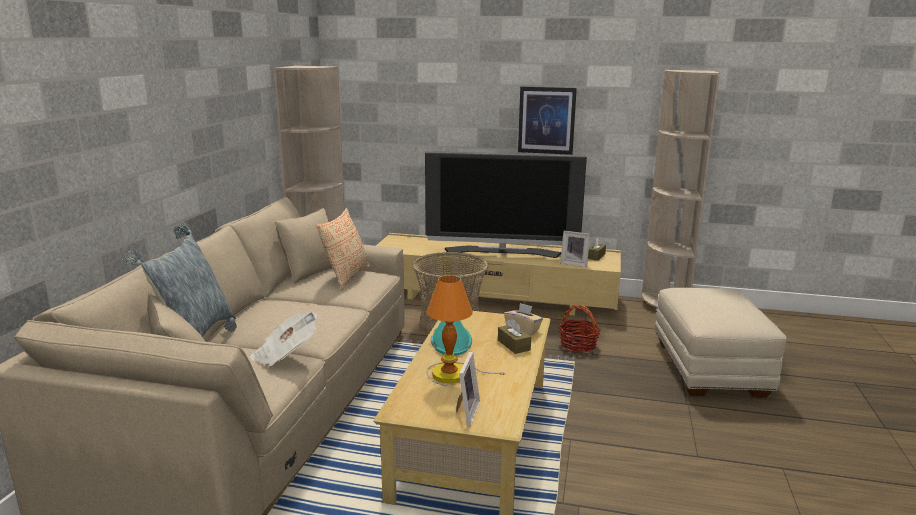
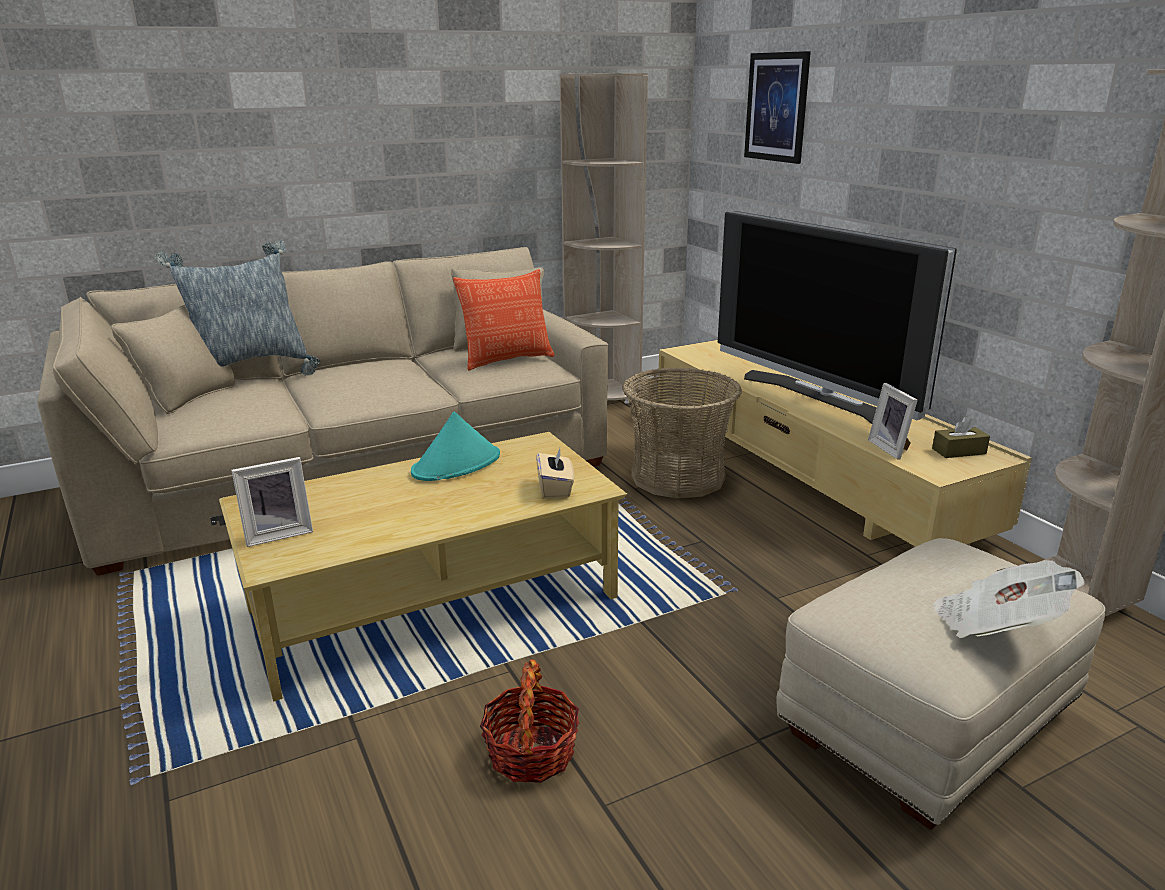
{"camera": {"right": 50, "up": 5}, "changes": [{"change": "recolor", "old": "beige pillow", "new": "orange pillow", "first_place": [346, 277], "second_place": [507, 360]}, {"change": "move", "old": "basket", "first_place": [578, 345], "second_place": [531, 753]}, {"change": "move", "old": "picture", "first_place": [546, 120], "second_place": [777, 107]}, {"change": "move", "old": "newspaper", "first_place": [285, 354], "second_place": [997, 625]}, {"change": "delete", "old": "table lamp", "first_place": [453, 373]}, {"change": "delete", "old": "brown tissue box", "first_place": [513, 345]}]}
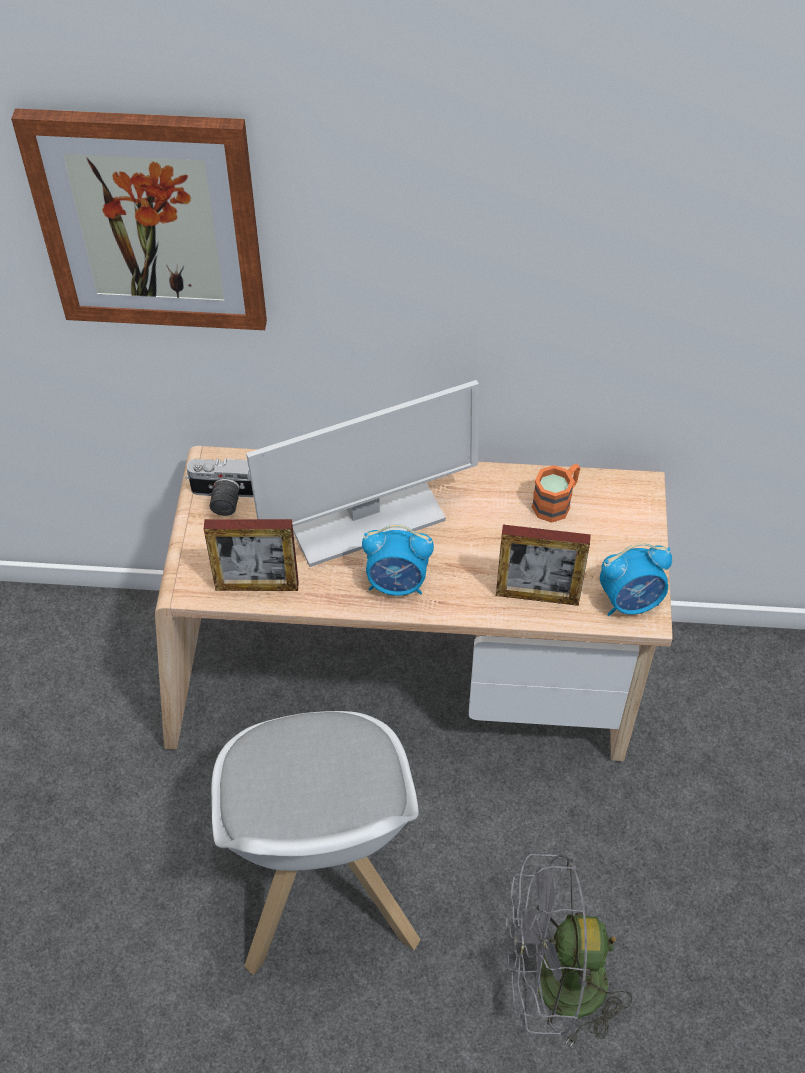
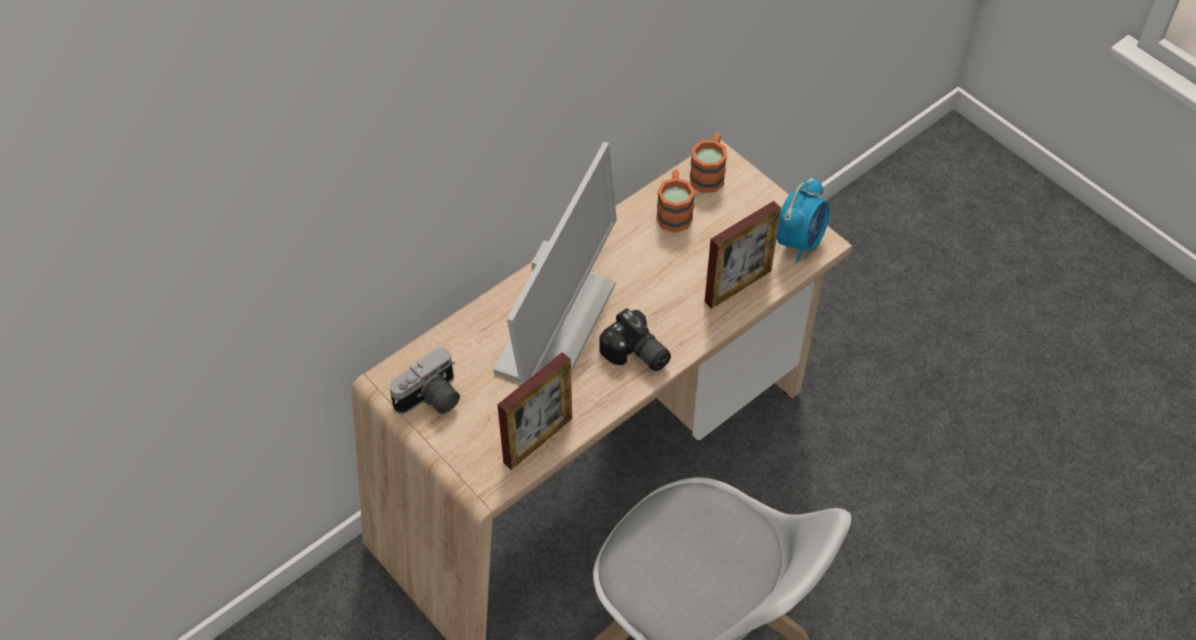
{"camera": {"right": -45, "up": 0}, "changes": [{"change": "replace", "old": "alarm clock", "new": "photo camera", "first_place": [397, 583], "second_place": [635, 355]}, {"change": "insert", "new": "orange mug", "second_place": [709, 174]}, {"change": "delete", "old": "picture", "first_place": [150, 221]}, {"change": "delete", "old": "grey fan", "first_place": [553, 986]}]}
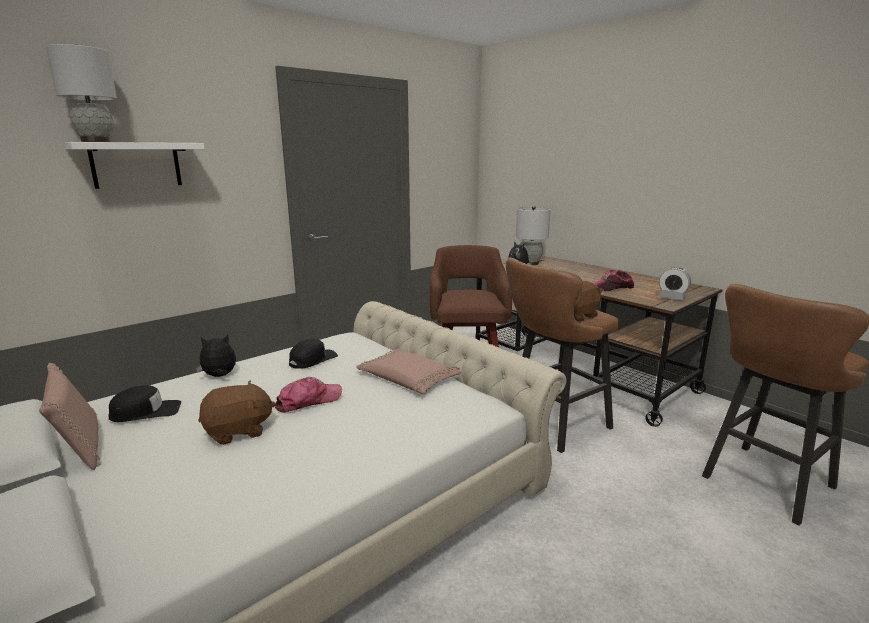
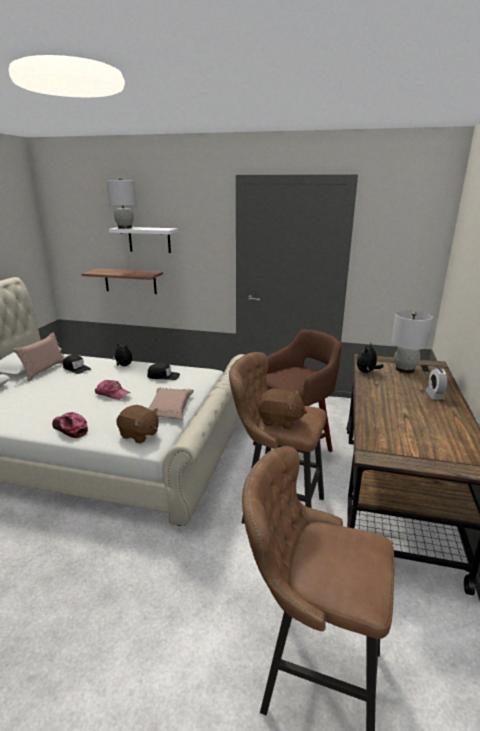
{"camera": {"right": 55, "up": 5}, "changes": [{"change": "move", "old": "cap", "first_place": [612, 287], "second_place": [70, 429]}, {"change": "insert", "new": "shelf", "second_place": [130, 281]}, {"change": "move", "old": "brown plush toy", "first_place": [238, 431], "second_place": [139, 435]}, {"change": "move", "old": "alarm clock", "first_place": [672, 298], "second_place": [435, 395]}]}
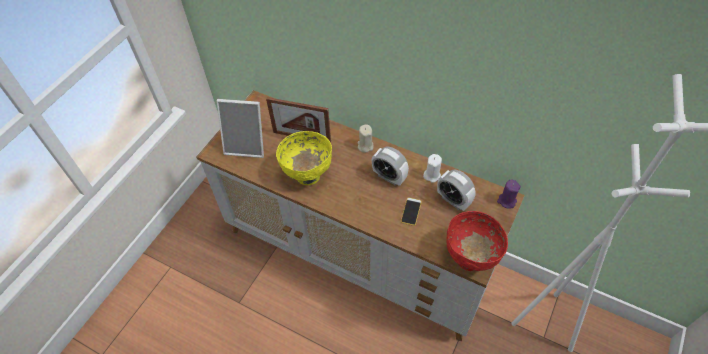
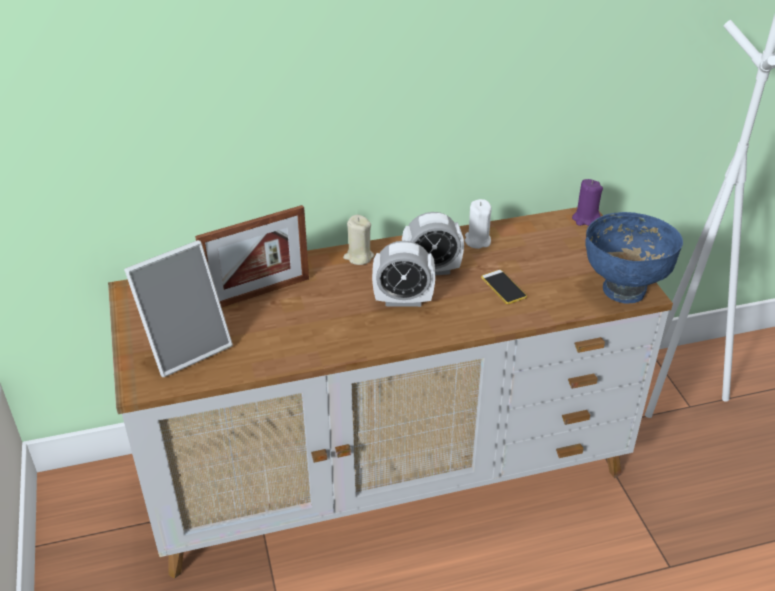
{"camera": {"right": -45, "up": -15}, "changes": [{"change": "move", "old": "alarm clock", "first_place": [453, 200], "second_place": [403, 300]}, {"change": "recolor", "old": "red bowl", "new": "blue bowl", "first_place": [470, 257], "second_place": [623, 289]}, {"change": "delete", "old": "yellow bowl", "first_place": [308, 174]}]}
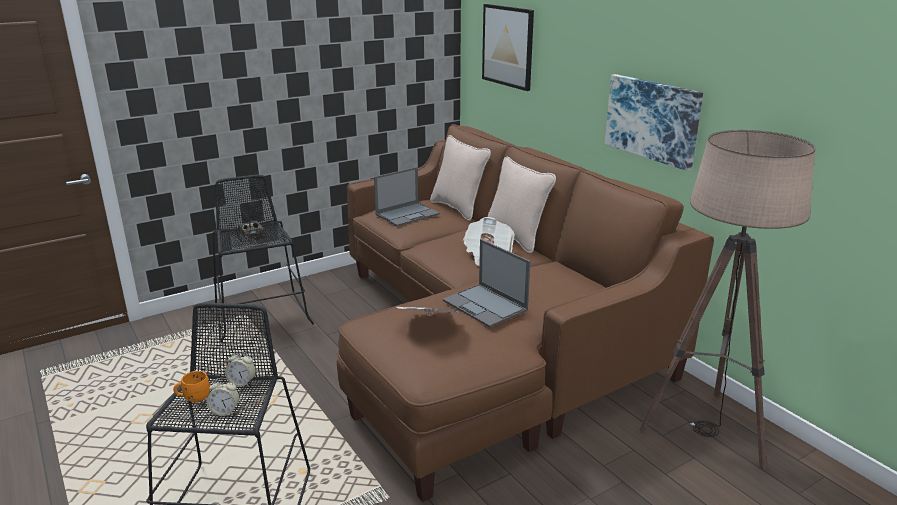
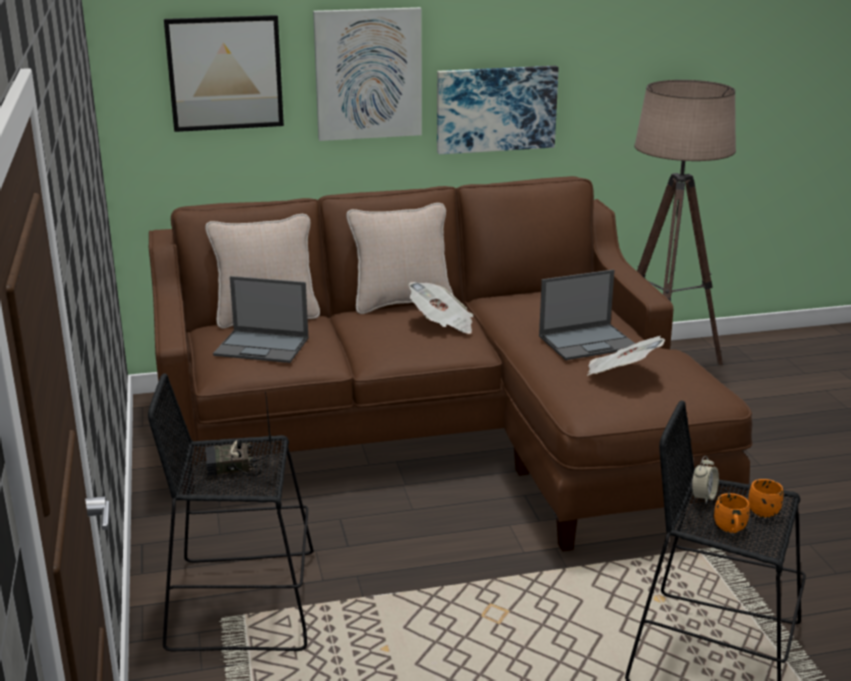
{"camera": {"right": -70, "up": 0}, "changes": [{"change": "rotate", "old": "laptop", "first_place": [408, 214], "second_place": [263, 347], "degrees": 120}, {"change": "insert", "new": "picture", "second_place": [368, 74]}, {"change": "replace", "old": "alarm clock", "new": "orange mug", "first_place": [225, 411], "second_place": [764, 509]}]}
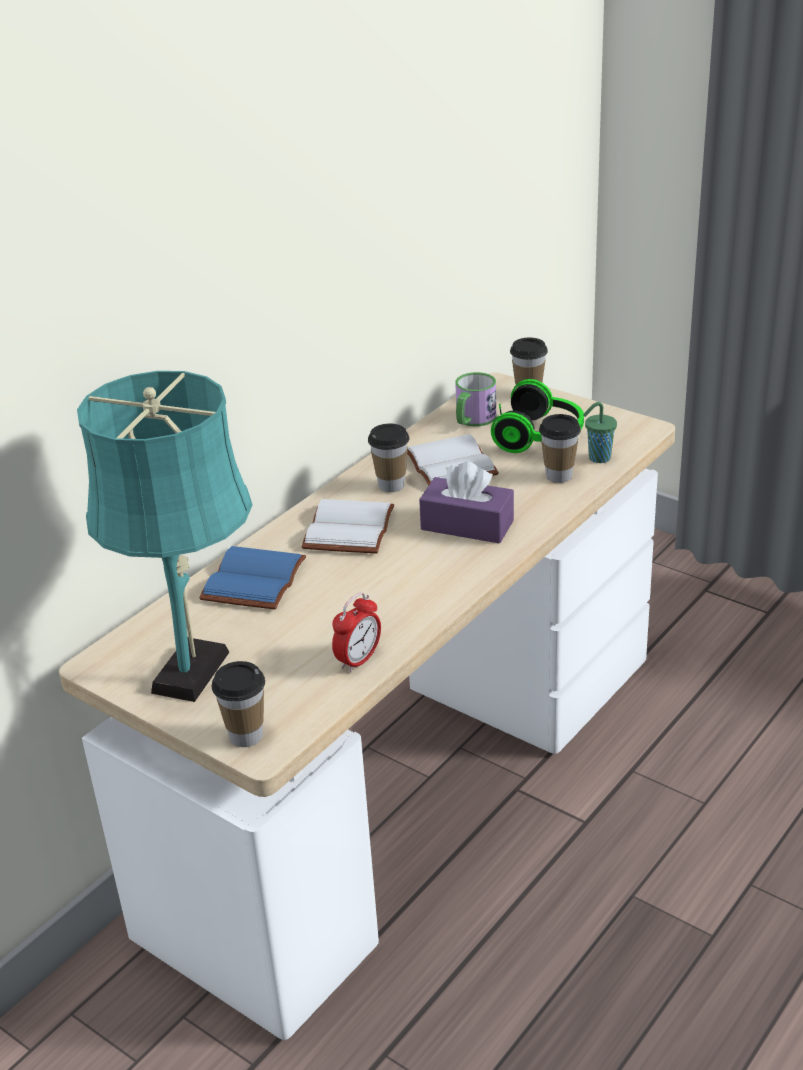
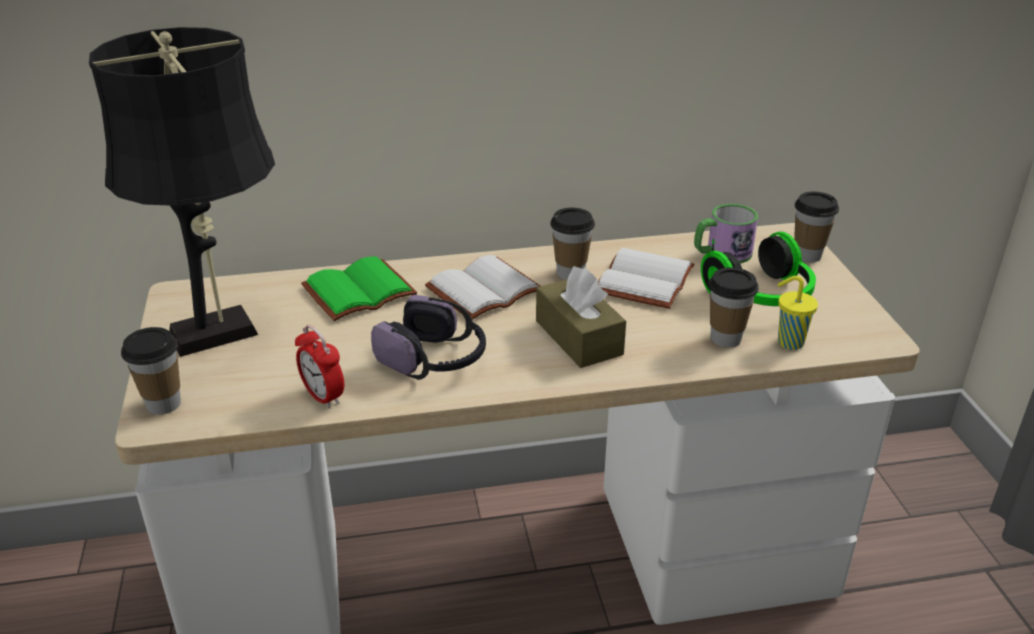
{"camera": {"right": 40, "up": 0}, "changes": [{"change": "recolor", "old": "turquoise table lamp", "new": "black table lamp", "first_place": [195, 666], "second_place": [222, 331]}, {"change": "rotate", "old": "alarm clock", "first_place": [358, 660], "second_place": [323, 397], "degrees": 60}, {"change": "recolor", "old": "blue book", "new": "green book", "first_place": [256, 582], "second_place": [359, 293]}, {"change": "insert", "new": "headphones", "second_place": [435, 360]}, {"change": "recolor", "old": "purple tissue box", "new": "brown tissue box", "first_place": [467, 525], "second_place": [578, 337]}, {"change": "recolor", "old": "green cup", "new": "yellow cup", "first_place": [598, 458], "second_place": [788, 342]}]}
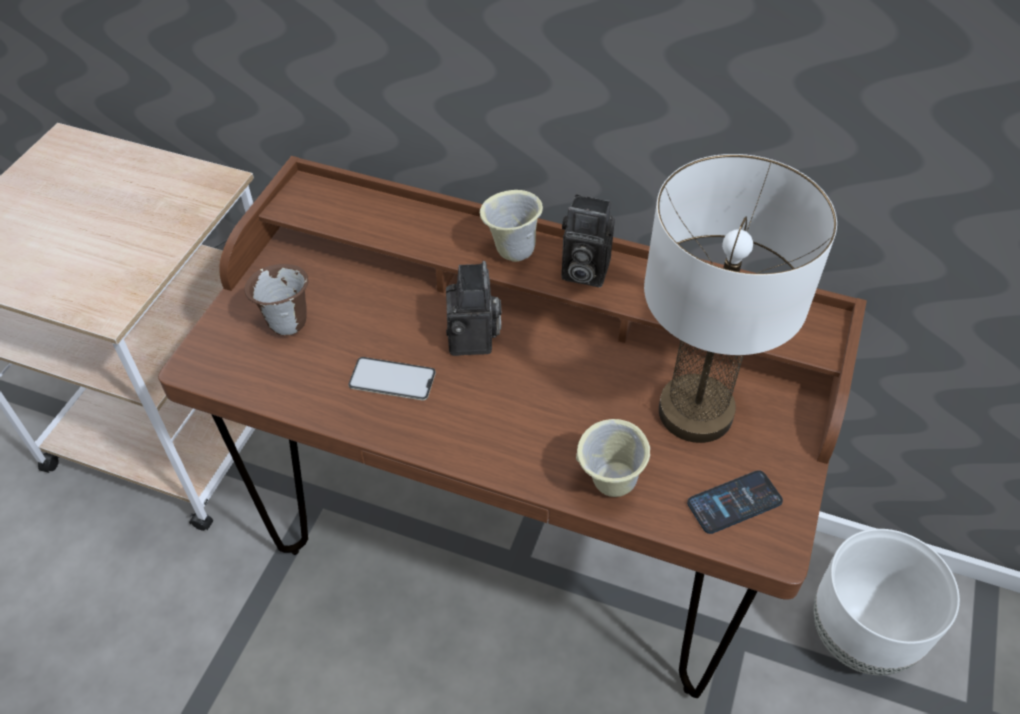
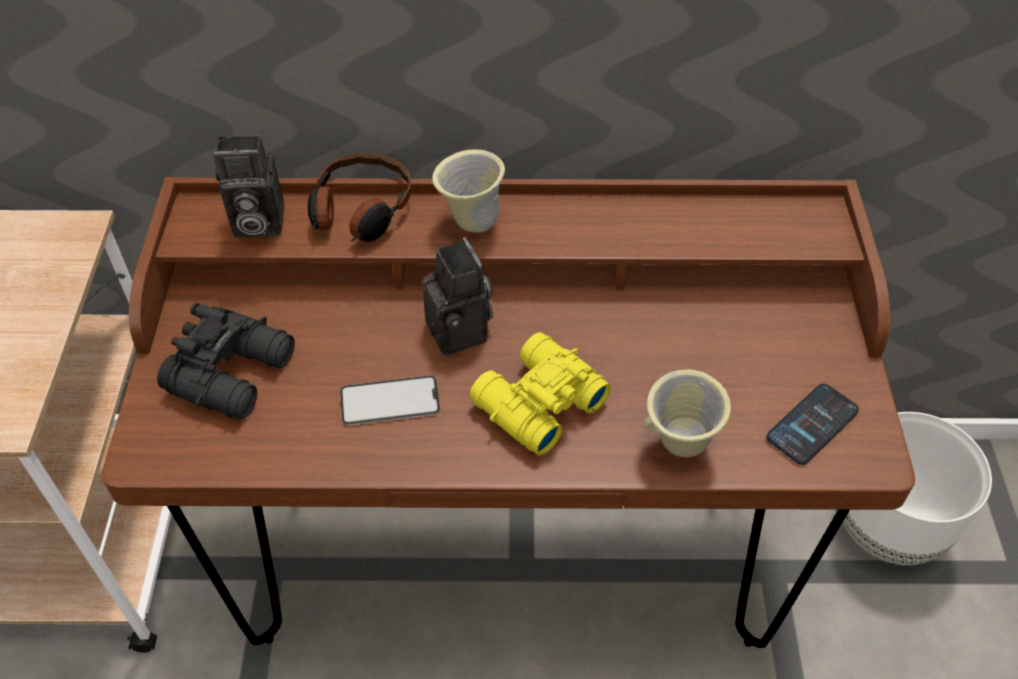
{"camera": {"right": -20, "up": 0}, "changes": [{"change": "replace", "old": "brown mug", "new": "black binoculars", "first_place": [286, 323], "second_place": [235, 372]}, {"change": "move", "old": "photo camera", "first_place": [582, 271], "second_place": [255, 223]}, {"change": "insert", "new": "headphones", "second_place": [360, 211]}, {"change": "insert", "new": "yellow binoculars", "second_place": [535, 403]}, {"change": "delete", "old": "table lamp", "first_place": [695, 411]}]}
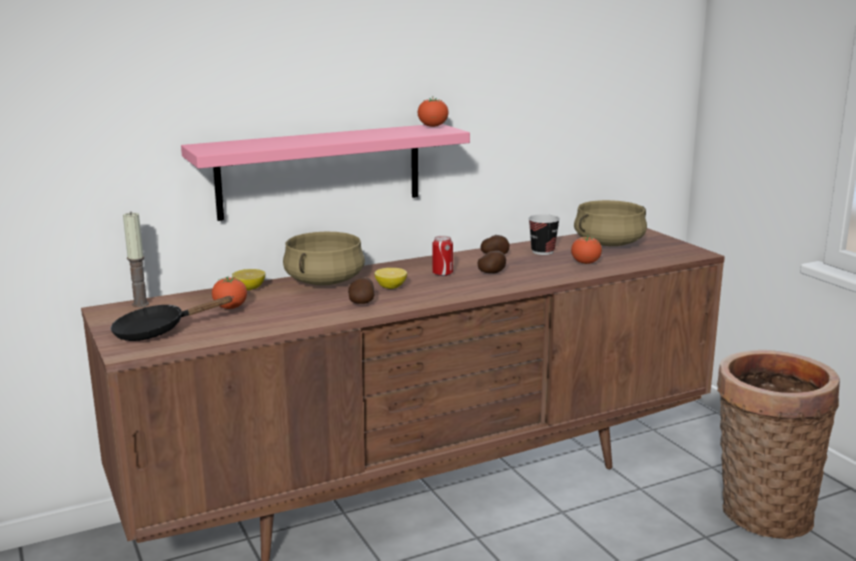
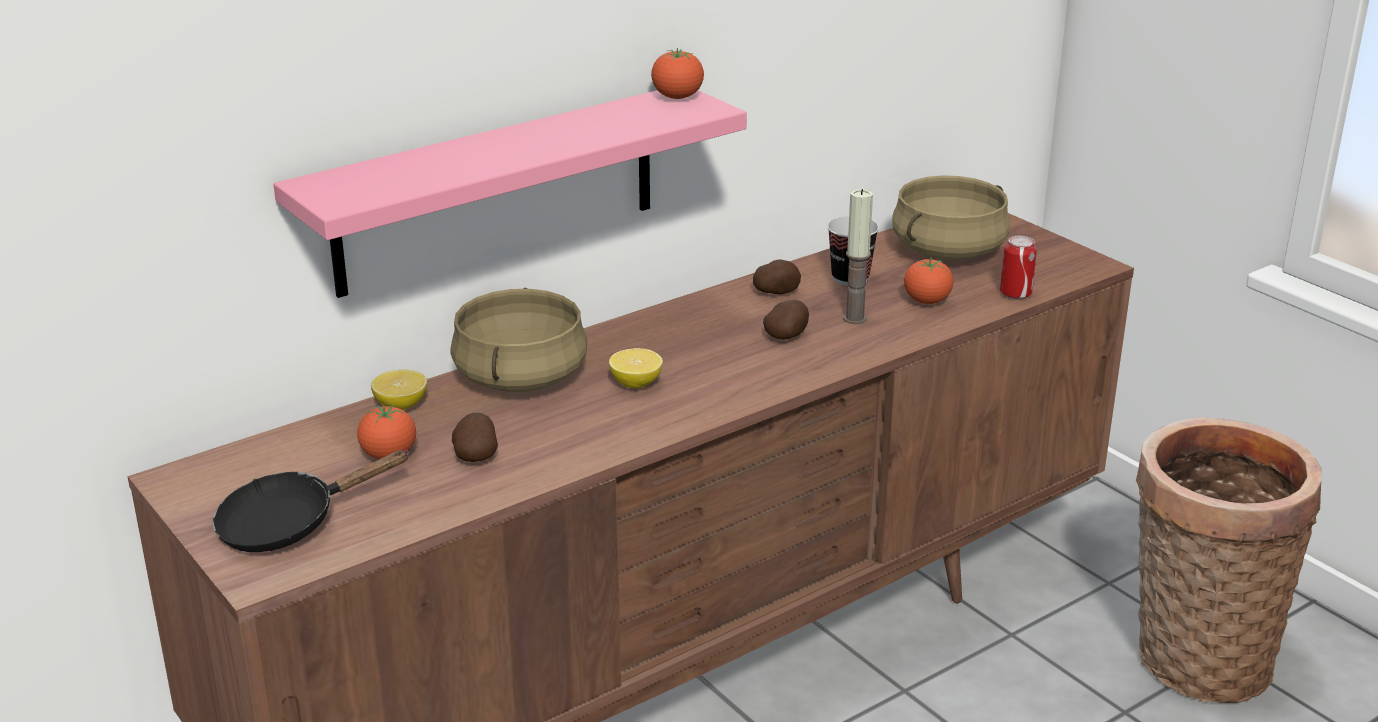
{"camera": {"right": -10, "up": 10}, "changes": [{"change": "move", "old": "potato", "first_place": [362, 302], "second_place": [476, 455]}, {"change": "move", "old": "candle", "first_place": [140, 304], "second_place": [854, 318]}, {"change": "move", "old": "can", "first_place": [442, 273], "second_place": [1015, 293]}]}
